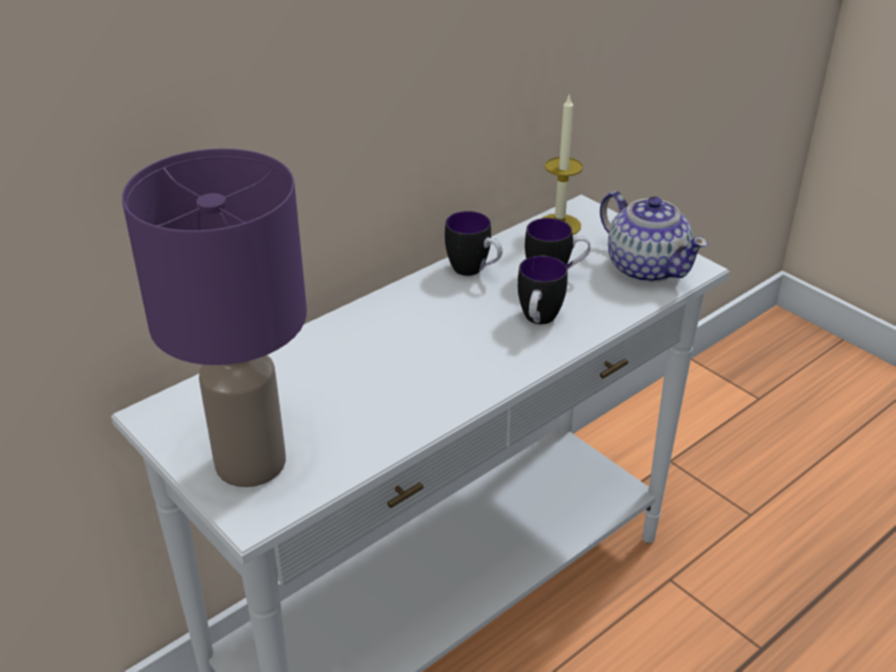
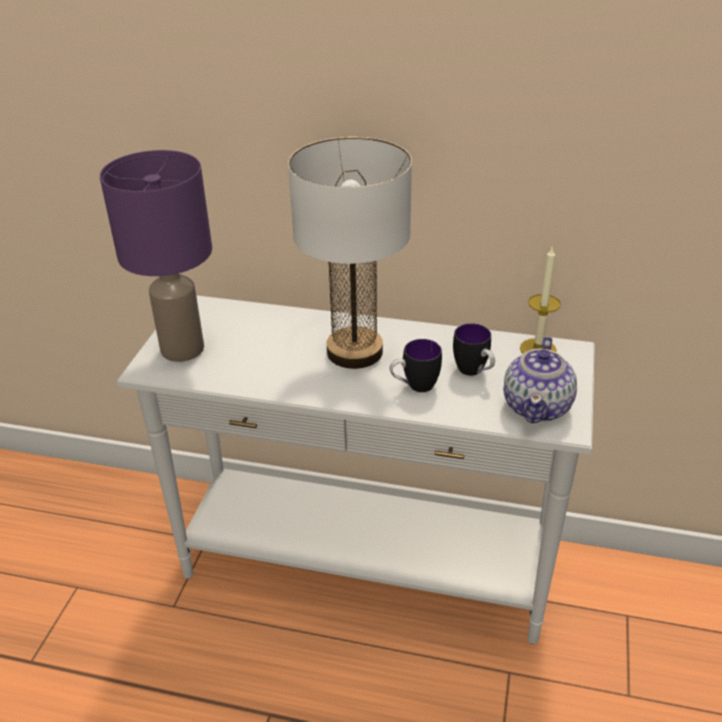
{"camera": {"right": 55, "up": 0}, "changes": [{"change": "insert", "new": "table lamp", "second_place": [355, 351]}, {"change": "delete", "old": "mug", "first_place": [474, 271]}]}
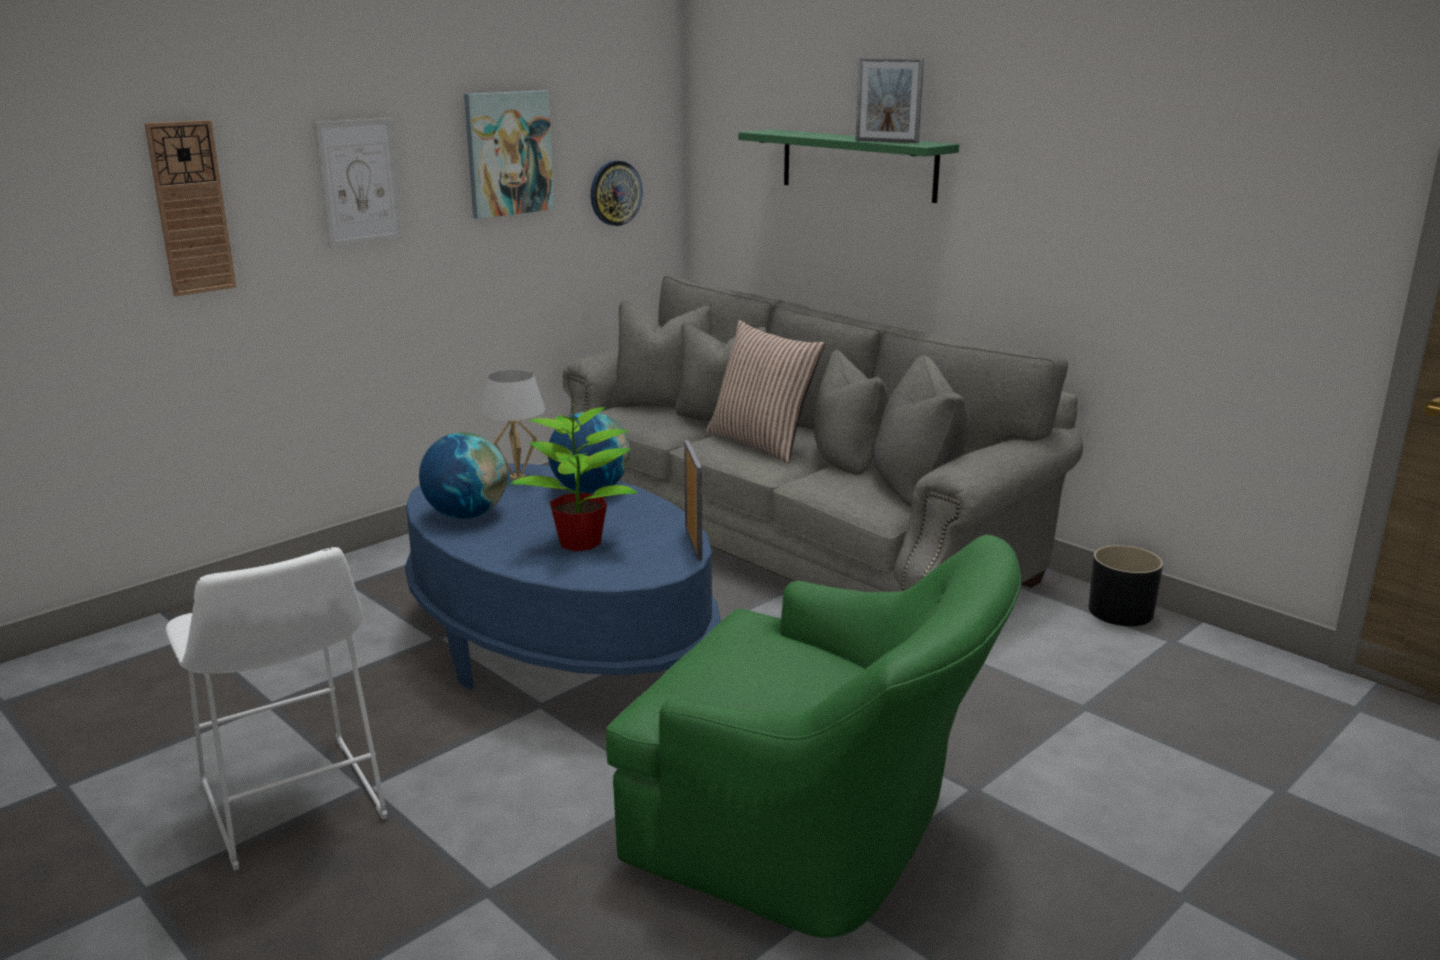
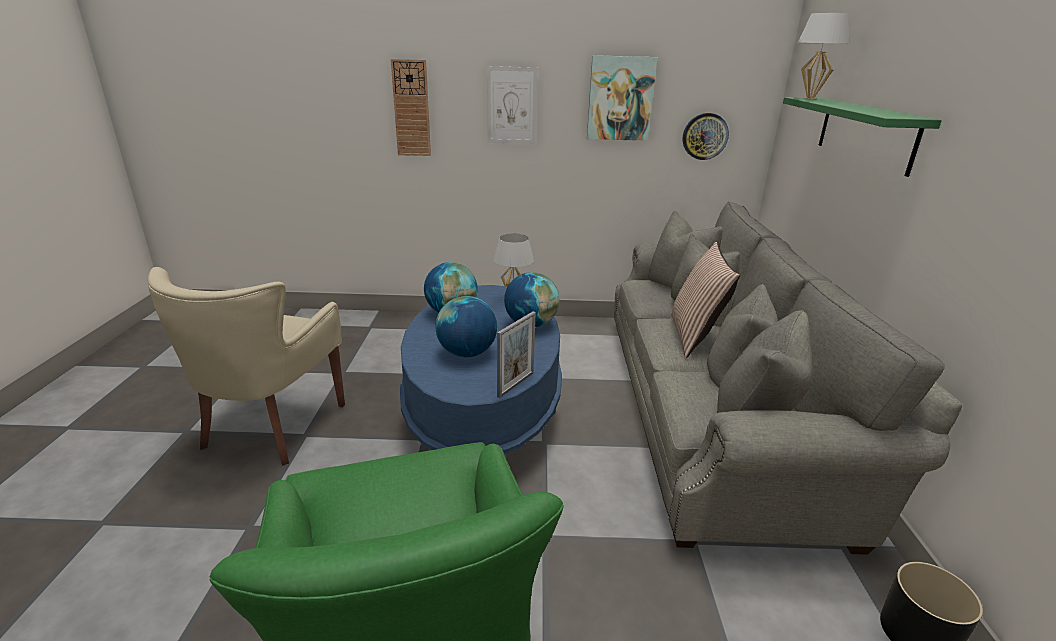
{"camera": {"right": 45, "up": 5}, "changes": [{"change": "replace", "old": "white stool", "new": "beige armchair", "first_place": [293, 807], "second_place": [272, 427]}, {"change": "replace", "old": "potted plant", "new": "globe", "first_place": [581, 542], "second_place": [467, 353]}, {"change": "insert", "new": "white table lamp", "second_place": [810, 99]}, {"change": "delete", "old": "picture frame", "first_place": [886, 141]}]}
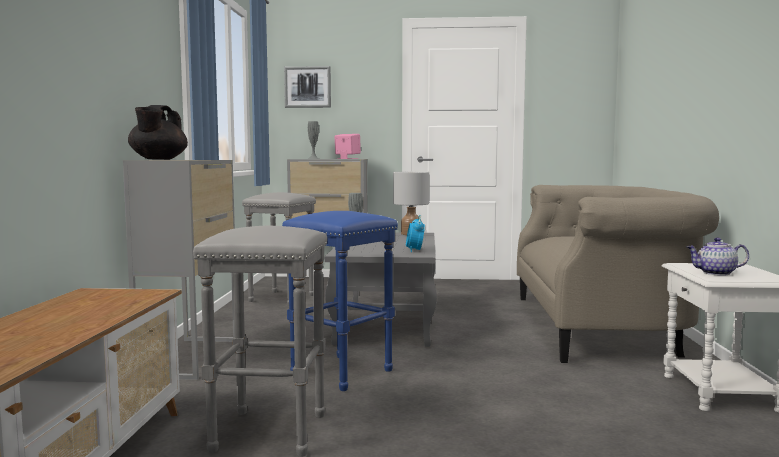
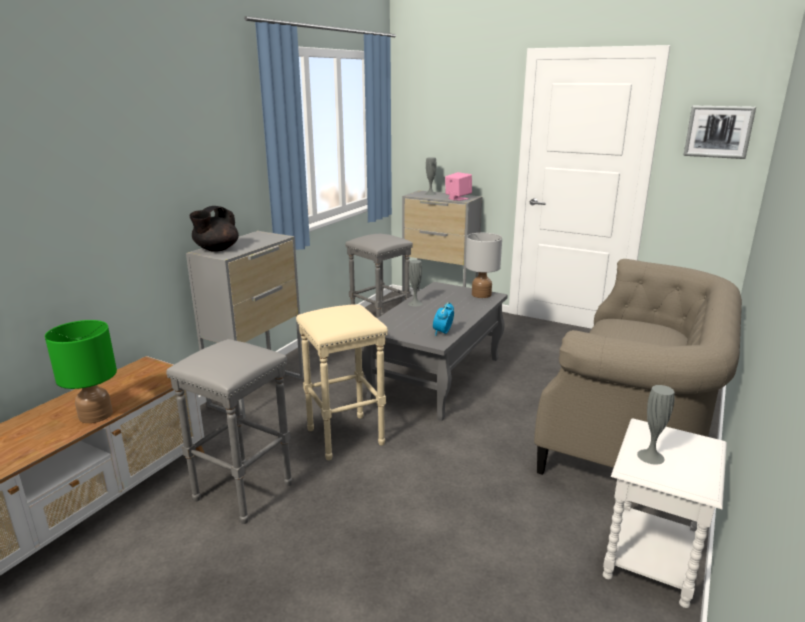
{"camera": {"right": 25, "up": 15}, "changes": [{"change": "insert", "new": "green table lamp", "second_place": [96, 415]}, {"change": "recolor", "old": "blue stool", "new": "beige stool", "first_place": [342, 373], "second_place": [344, 437]}, {"change": "replace", "old": "teapot", "new": "grey vase", "first_place": [716, 273], "second_place": [650, 456]}, {"change": "move", "old": "picture", "first_place": [307, 87], "second_place": [718, 131]}]}
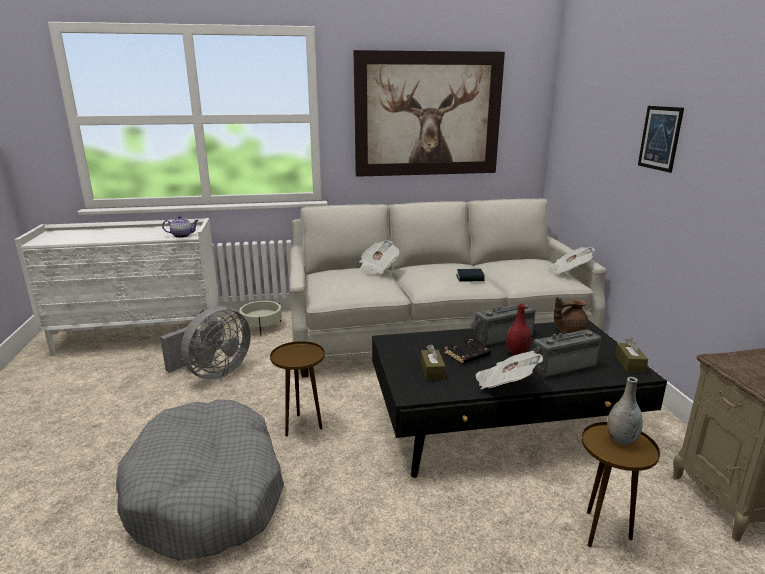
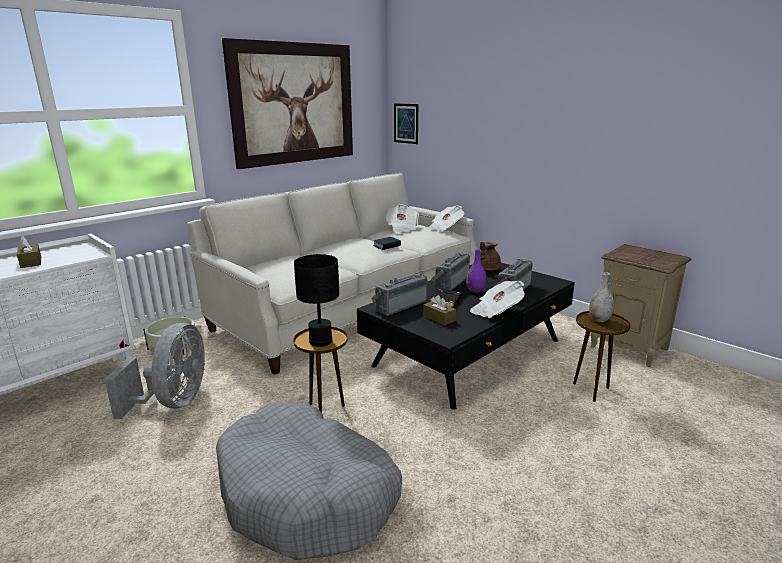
{"camera": {"right": -35, "up": 0}, "changes": [{"change": "move", "old": "brown tissue box", "first_place": [629, 363], "second_place": [31, 262]}, {"change": "insert", "new": "black table lamp", "second_place": [321, 341]}, {"change": "insert", "new": "radio", "second_place": [399, 305]}, {"change": "move", "old": "newspaper", "first_place": [377, 269], "second_place": [402, 228]}, {"change": "move", "old": "picture", "first_place": [660, 138], "second_place": [406, 123]}, {"change": "recolor", "old": "red vase", "new": "purple vase", "first_place": [516, 353], "second_place": [475, 291]}, {"change": "delete", "old": "teapot", "first_place": [182, 235]}]}
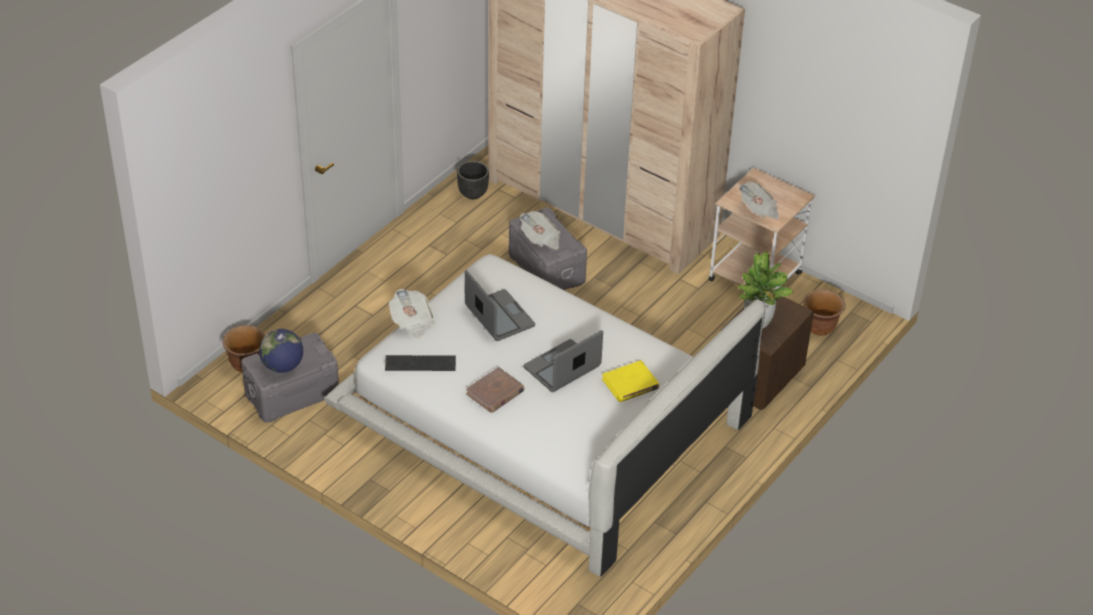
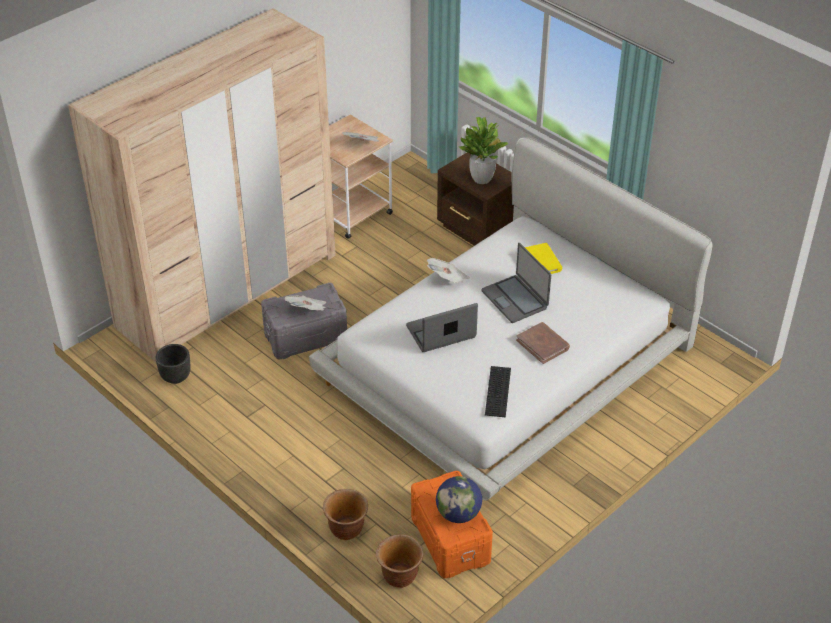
{"camera": {"right": -80, "up": 0}, "changes": [{"change": "move", "old": "brown planter", "first_place": [820, 327], "second_place": [346, 529]}, {"change": "recolor", "old": "grey storage box", "new": "orange storage box", "first_place": [291, 394], "second_place": [449, 540]}, {"change": "move", "old": "newspaper", "first_place": [412, 322], "second_place": [447, 279]}]}
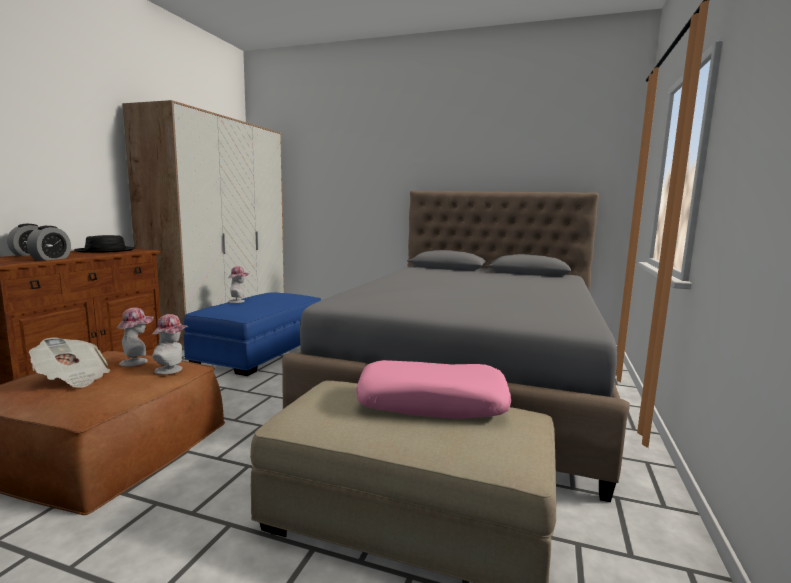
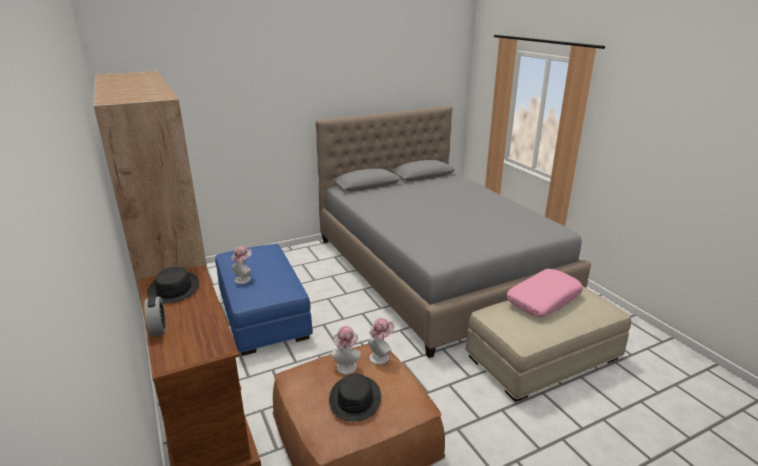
{"camera": {"right": -45, "up": 15}, "changes": [{"change": "replace", "old": "newspaper", "new": "black hat", "first_place": [72, 378], "second_place": [355, 399]}, {"change": "delete", "old": "alarm clock", "first_place": [51, 259]}]}
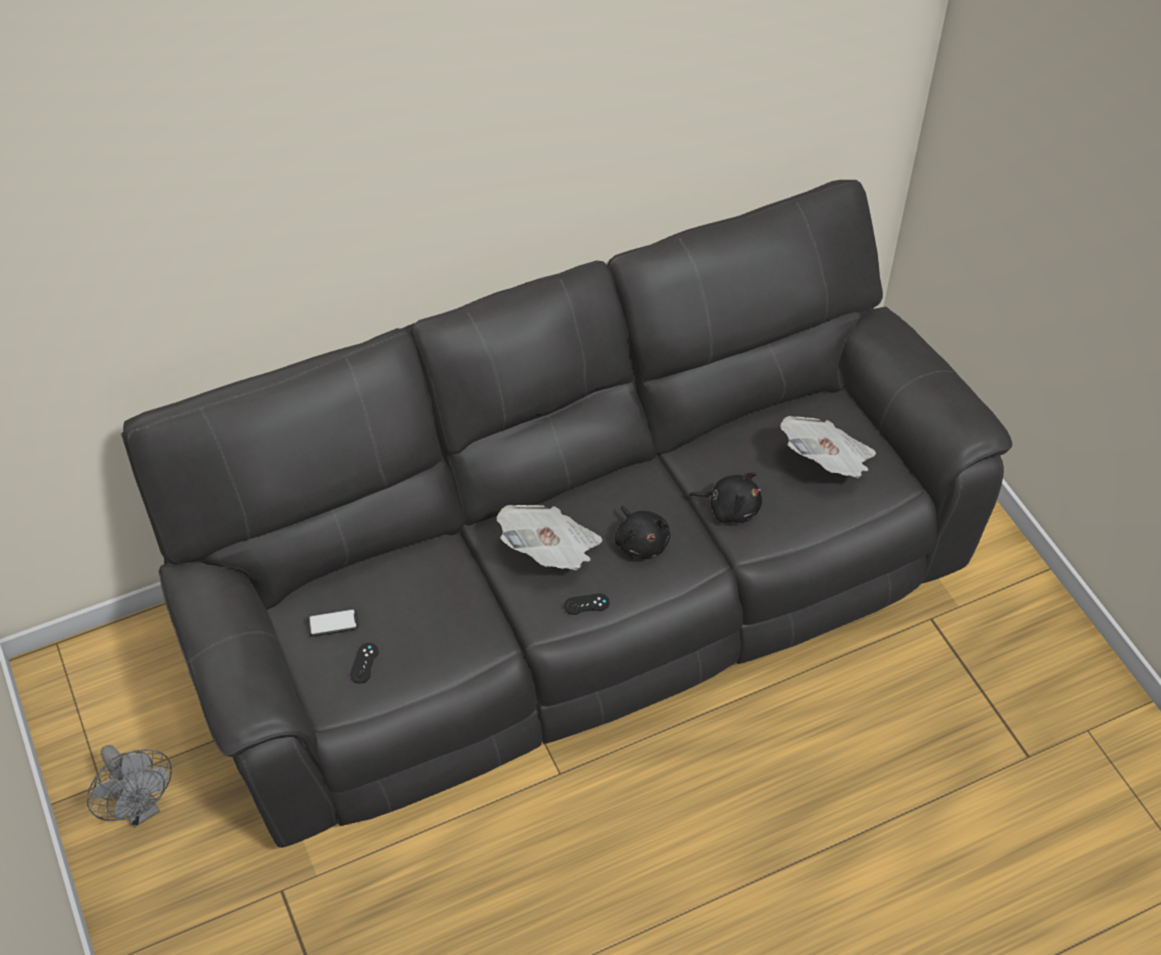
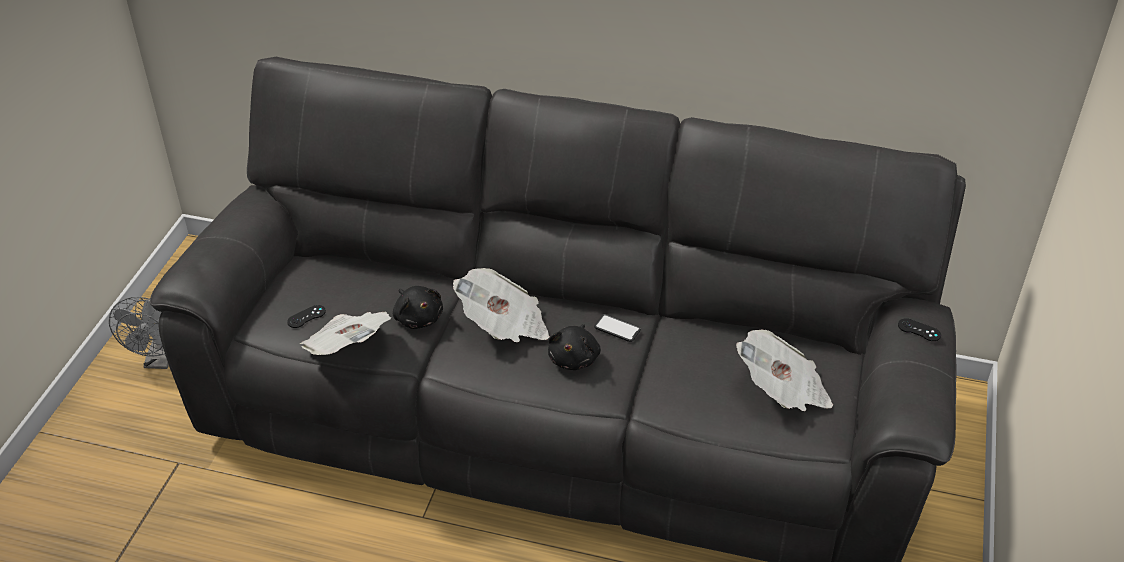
{"camera": {"right": 40, "up": -10}, "changes": [{"change": "insert", "new": "newspaper", "second_place": [348, 348]}, {"change": "move", "old": "black plush toy", "first_place": [730, 508], "second_place": [418, 317]}, {"change": "move", "old": "phone", "first_place": [333, 623], "second_place": [617, 328]}, {"change": "move", "old": "black game controller", "first_place": [586, 604], "second_place": [919, 330]}]}
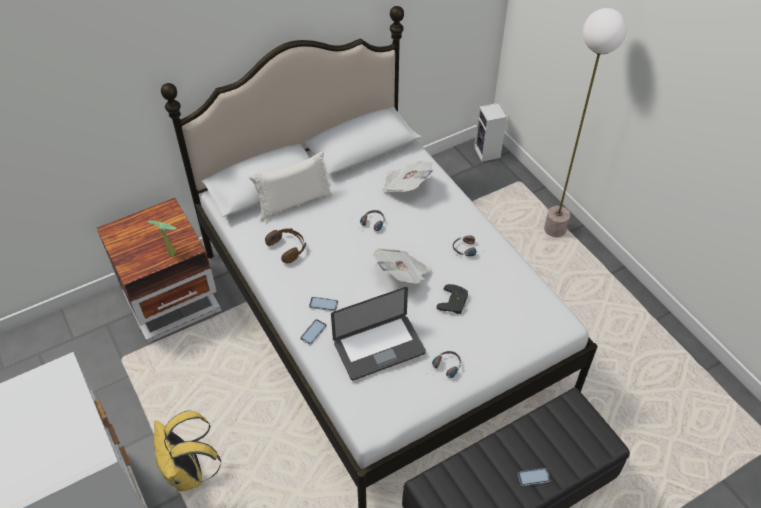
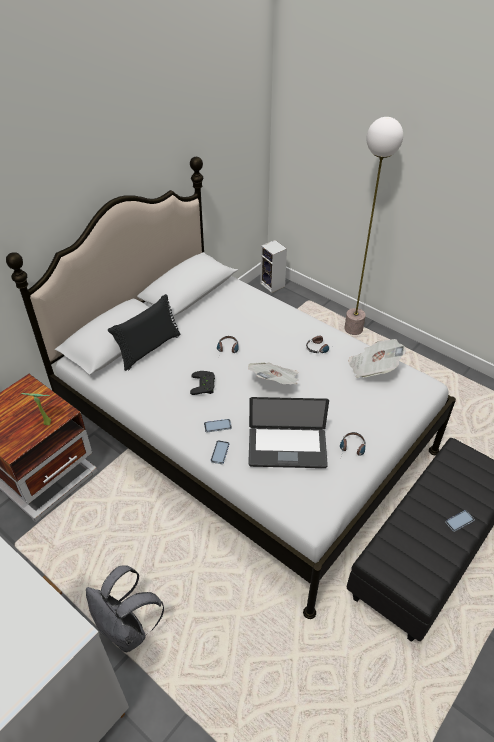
{"camera": {"right": -20, "up": -5}, "changes": [{"change": "recolor", "old": "yellow backpack", "new": "grey backpack", "first_place": [189, 472], "second_place": [128, 631]}, {"change": "recolor", "old": "white pillow", "new": "black pillow", "first_place": [294, 203], "second_place": [148, 349]}, {"change": "move", "old": "black game controller", "first_place": [455, 302], "second_place": [205, 385]}, {"change": "rotate", "old": "laptop", "first_place": [379, 348], "second_place": [287, 448], "degrees": 45}, {"change": "move", "old": "newspaper", "first_place": [406, 186], "second_place": [373, 368]}, {"change": "delete", "old": "brown headphones", "first_place": [288, 248]}]}
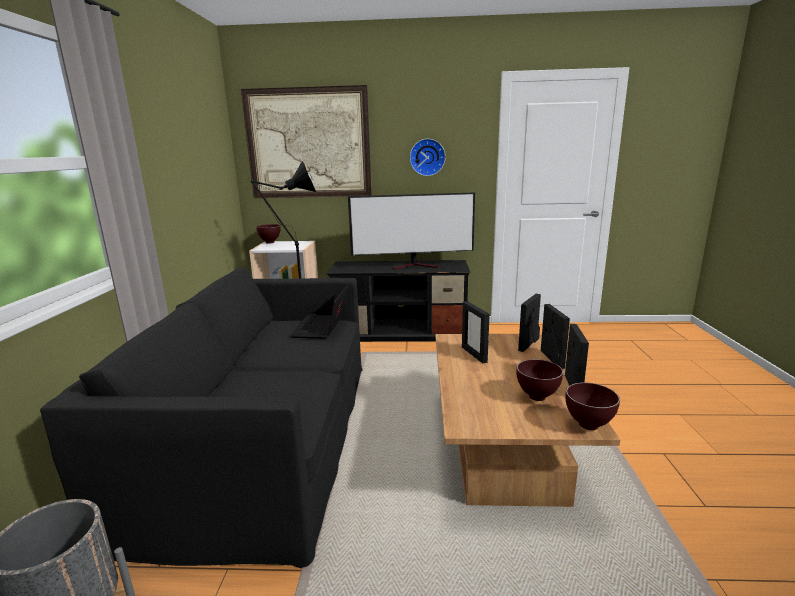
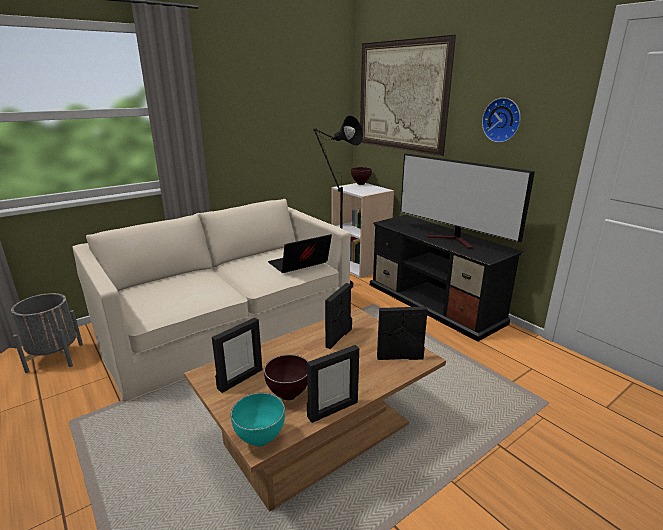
{"camera": {"right": 50, "up": 5}, "changes": [{"change": "recolor", "old": "black sofa", "new": "beige sofa", "first_place": [264, 436], "second_place": [226, 324]}, {"change": "move", "old": "picture frame", "first_place": [551, 359], "second_place": [240, 379]}, {"change": "recolor", "old": "brown bowl", "new": "turquoise bowl", "first_place": [588, 426], "second_place": [259, 440]}]}
